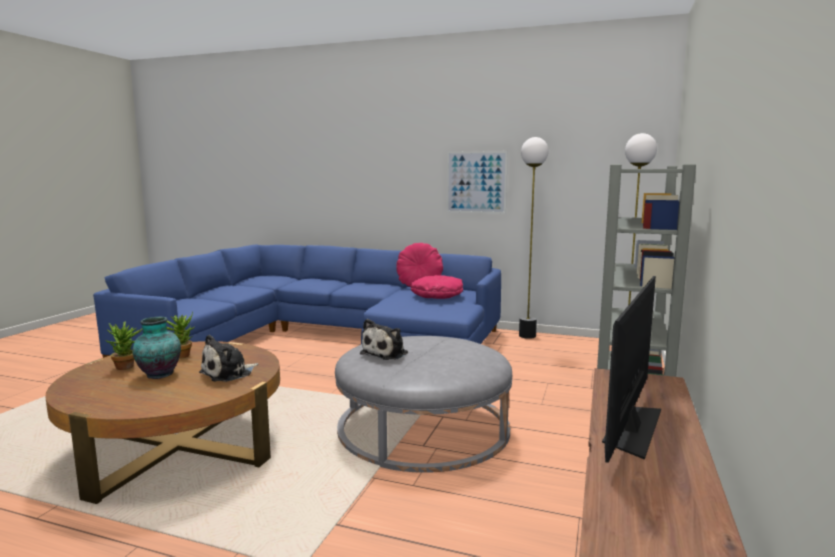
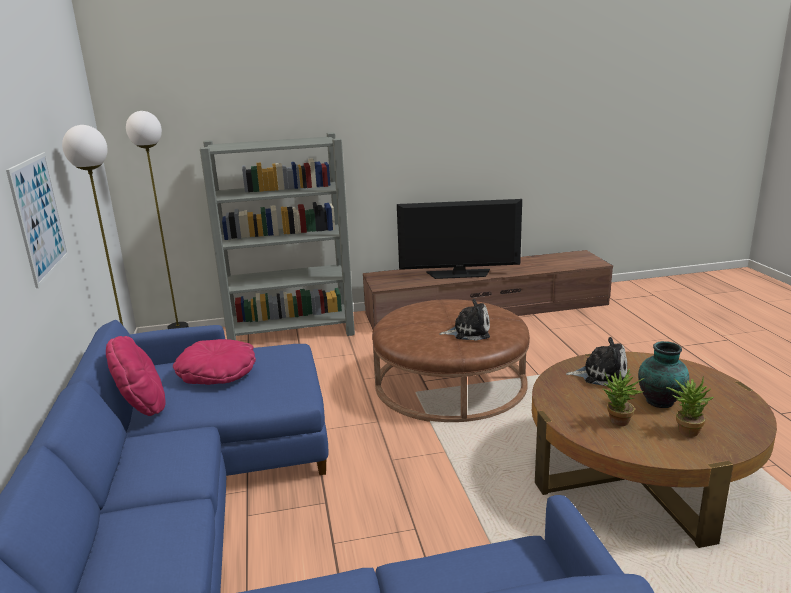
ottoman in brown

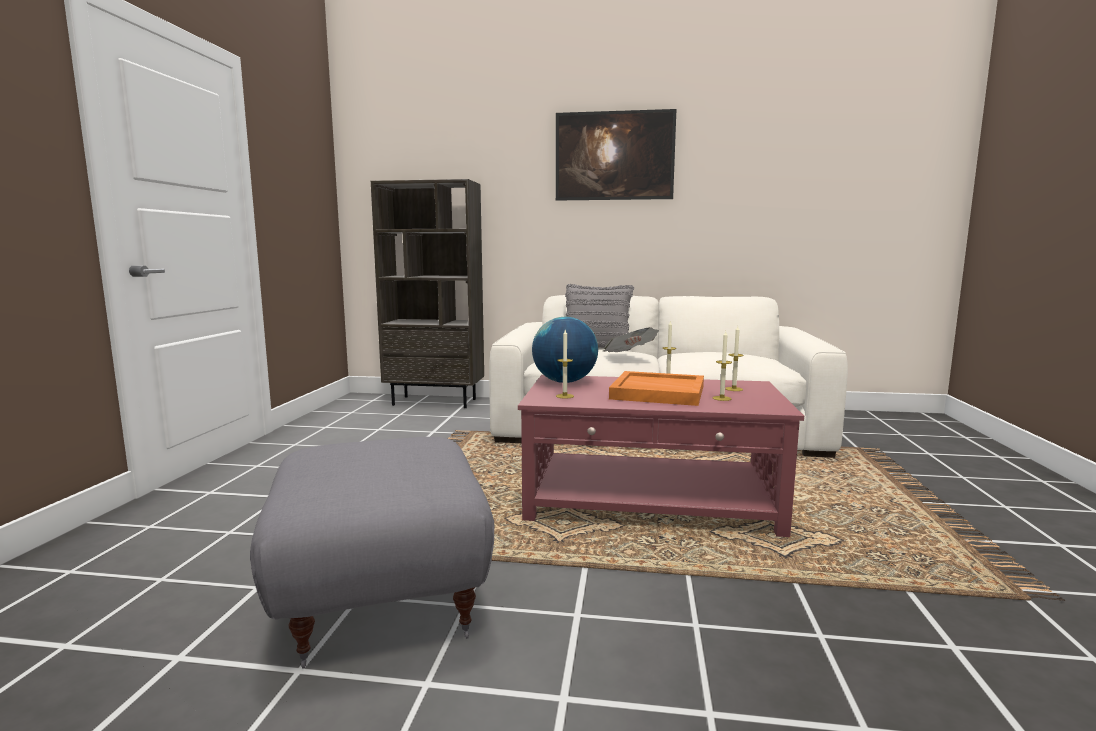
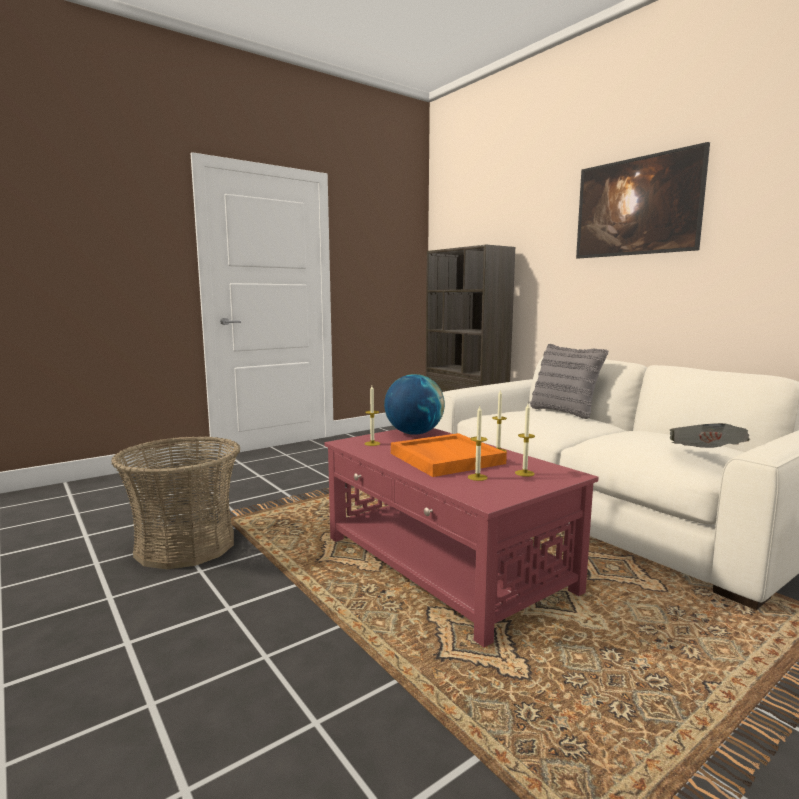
newspaper
basket

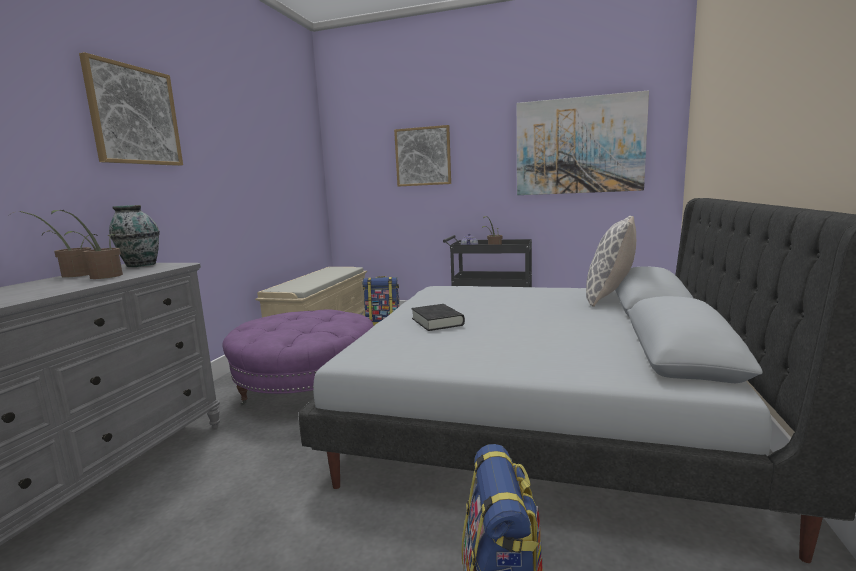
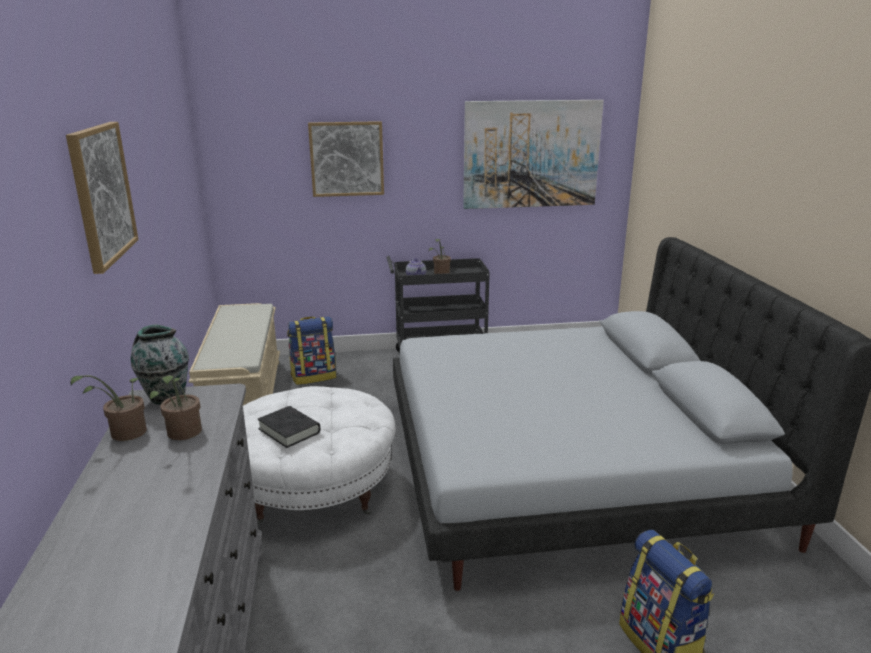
pillow
book in black
ottoman in white

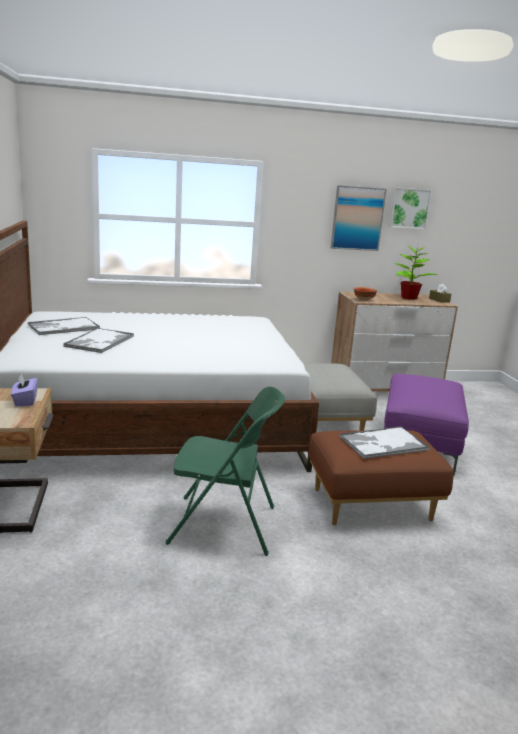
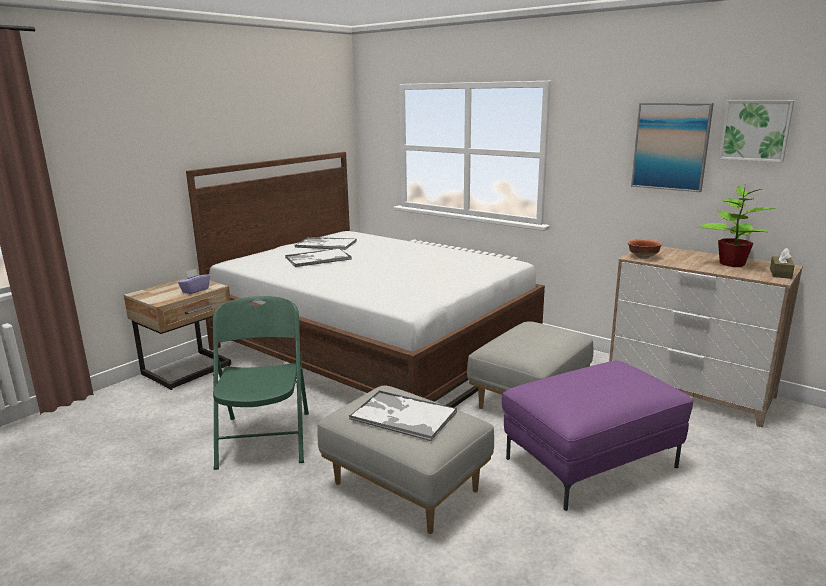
chair in green
ottoman in grey (no. 1 from left)

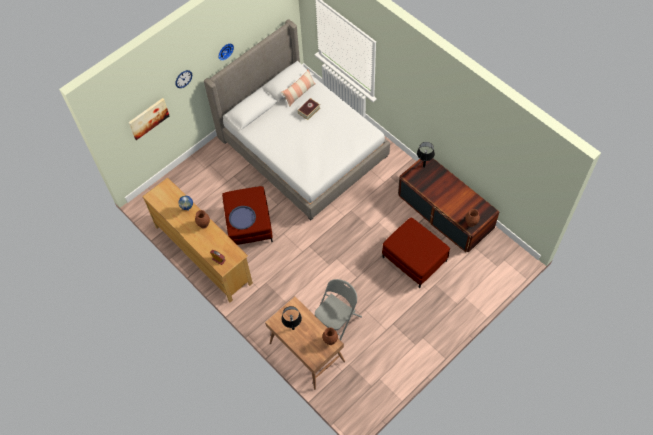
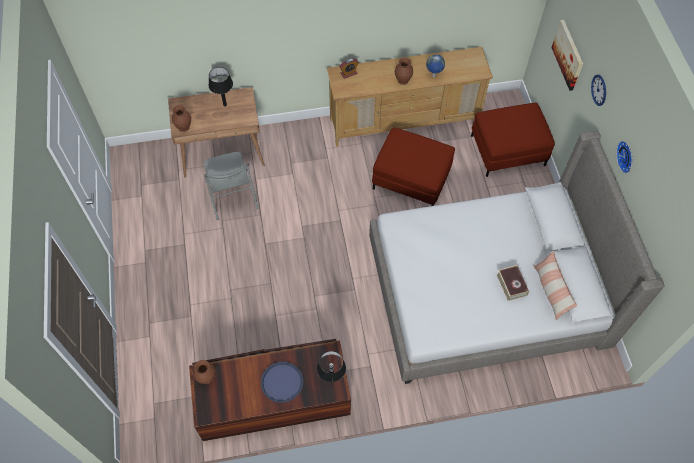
tray in blue
ottoman in red (no. 2 from left)

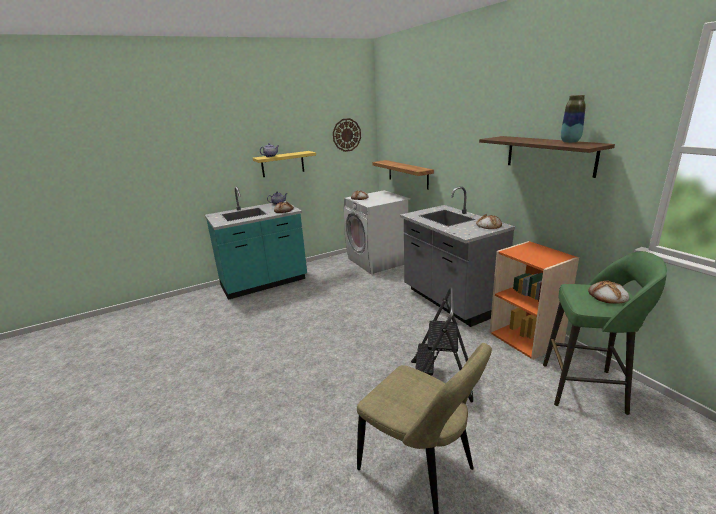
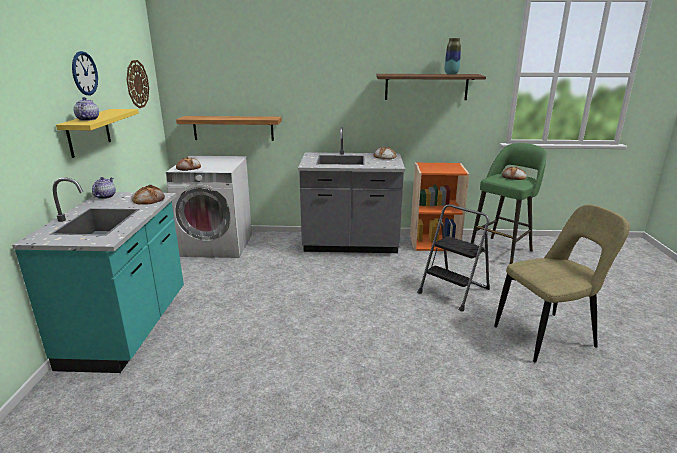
wall clock (no. 1 from left)

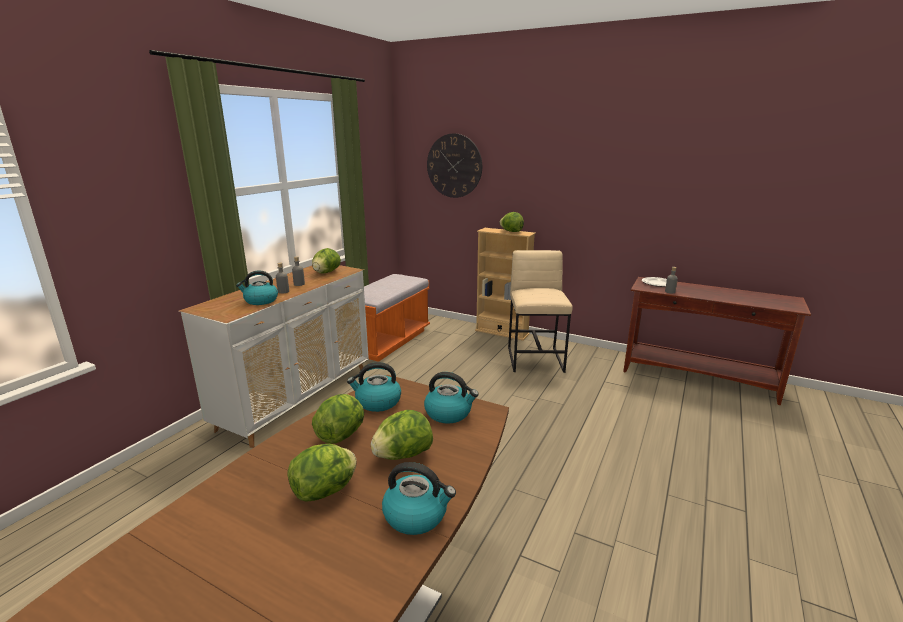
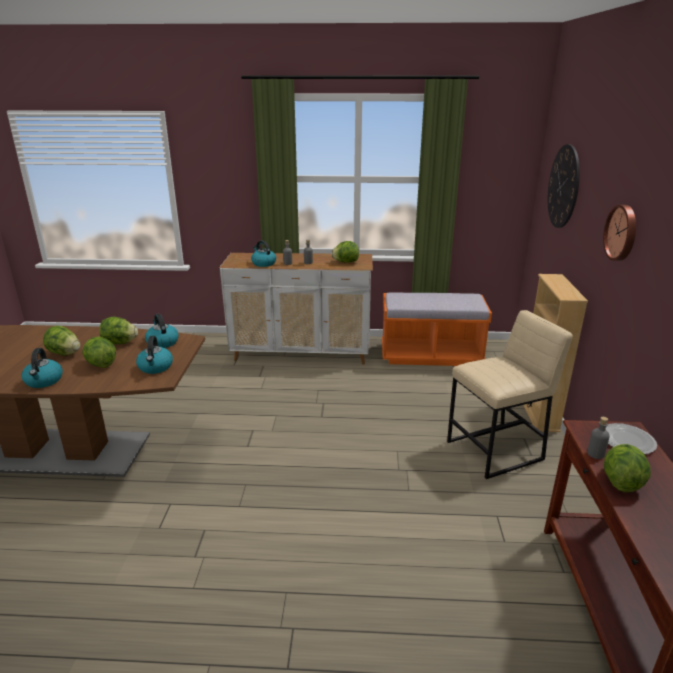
lettuce (no. 5 from left)
wall clock (no. 2 from left)

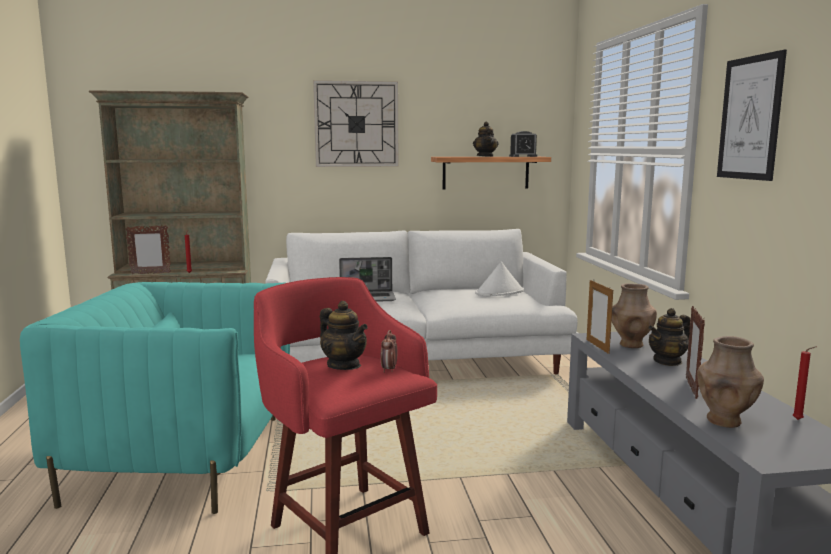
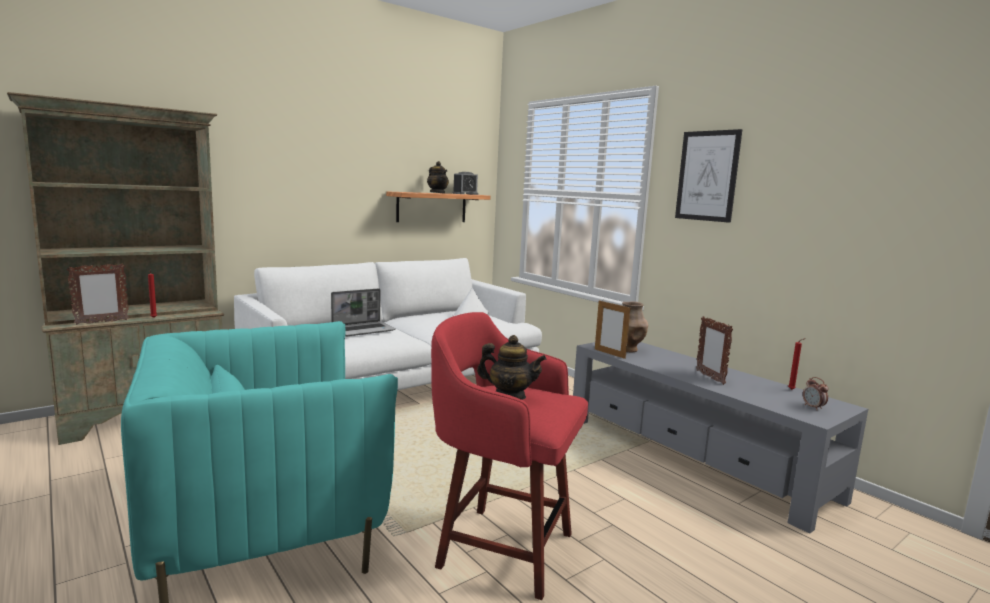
wall clock
teapot (no. 3 from left in the first image)
alarm clock (no. 2 from left)
vase in brown (no. 2 from left in the first image)

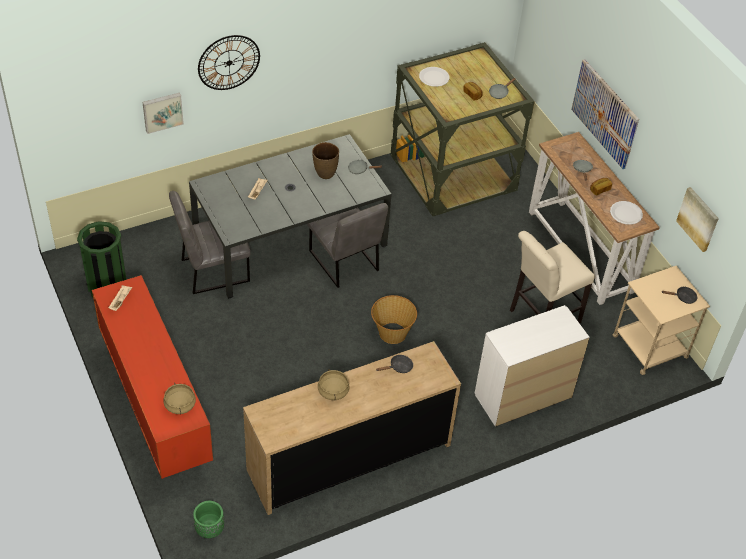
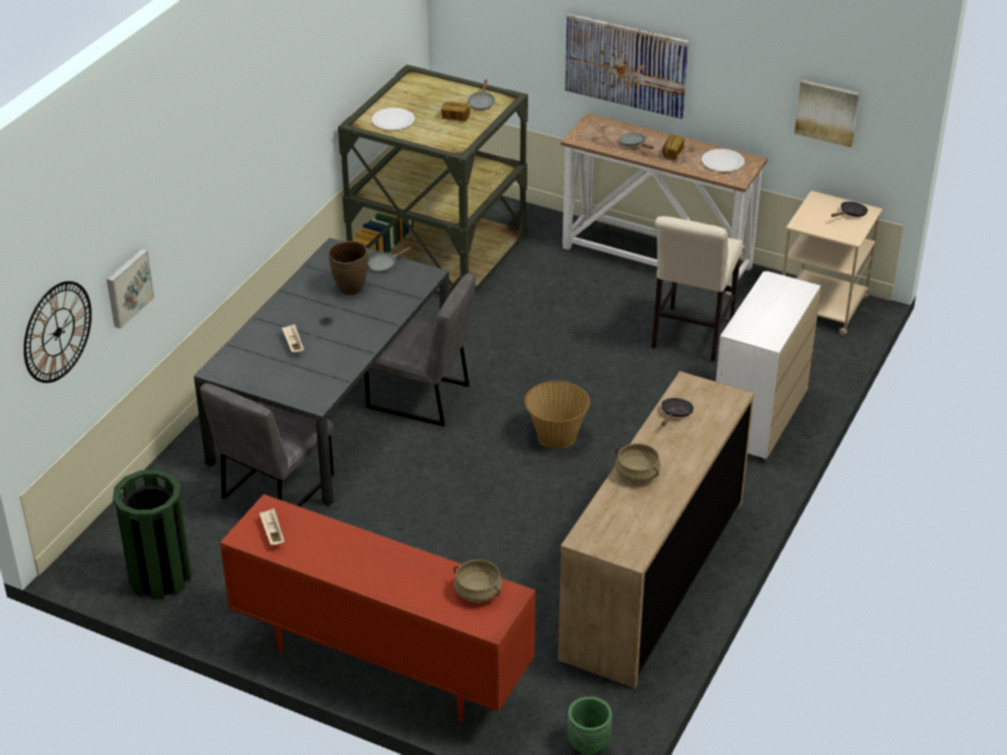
wall clock

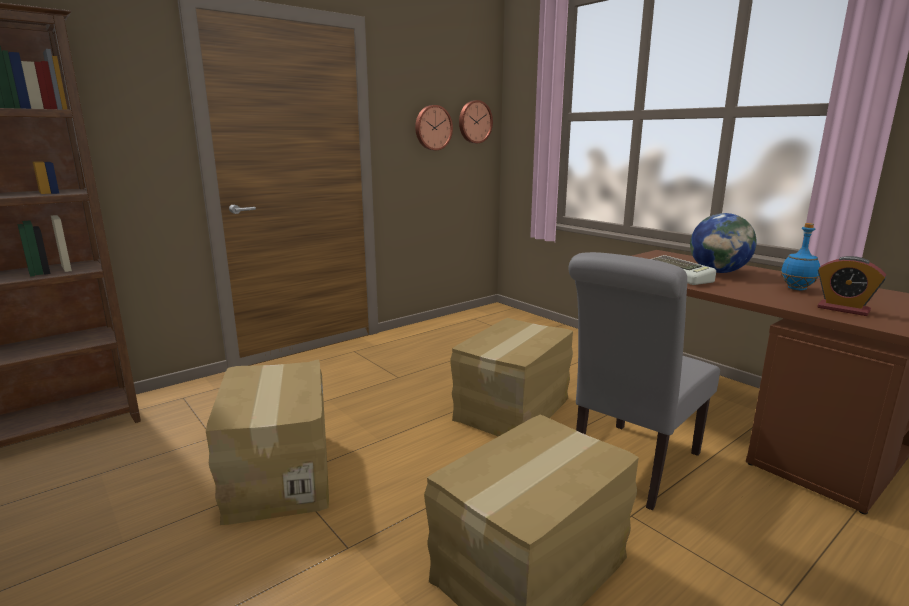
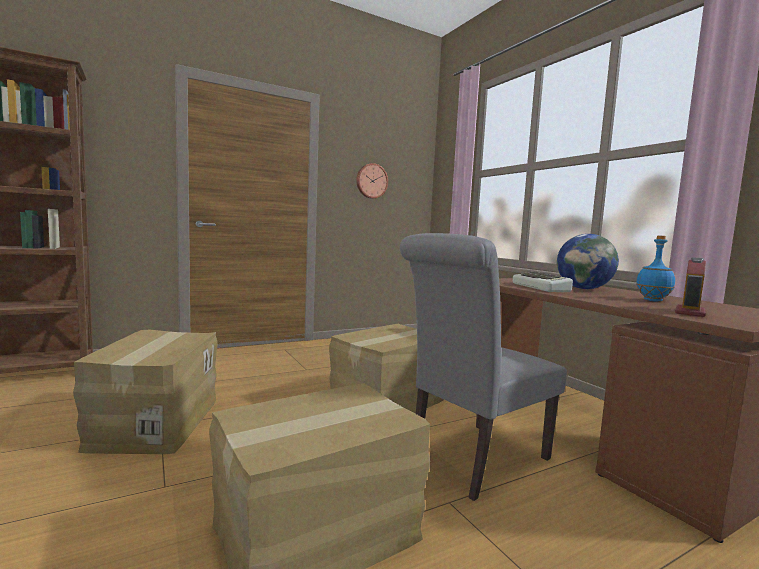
wall clock (no. 2 from left in the first image)
alarm clock

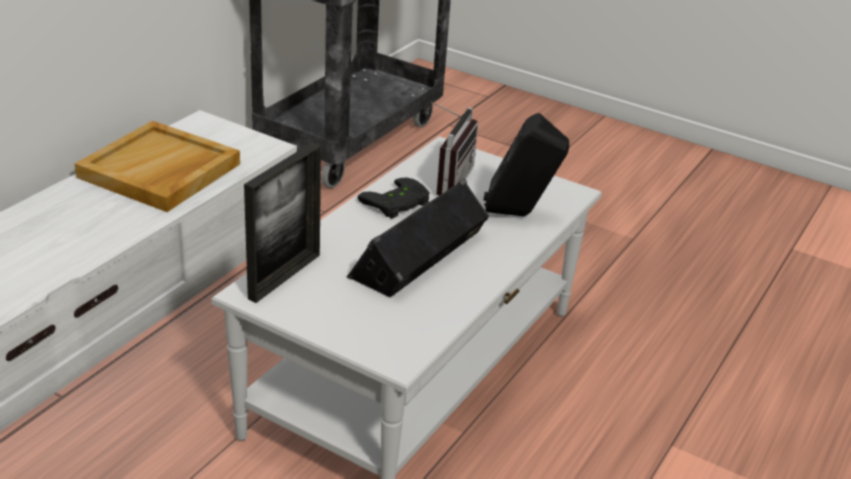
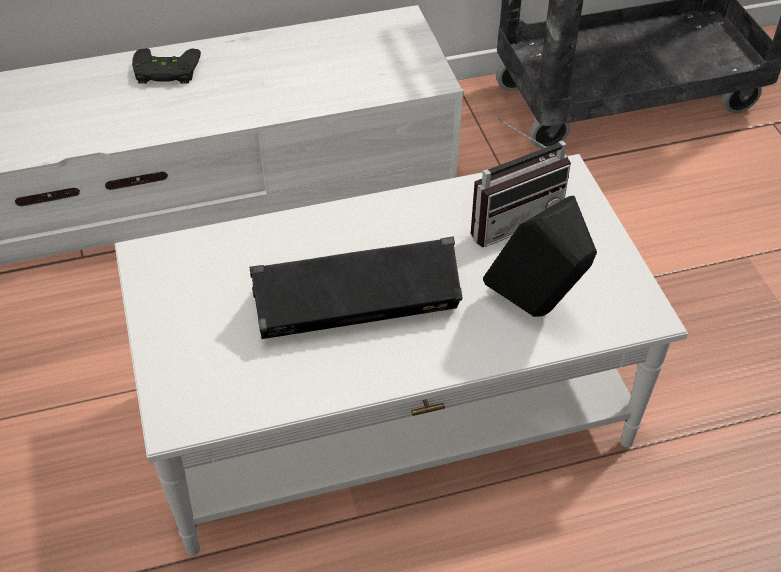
tray in beige
picture frame
game controller in black

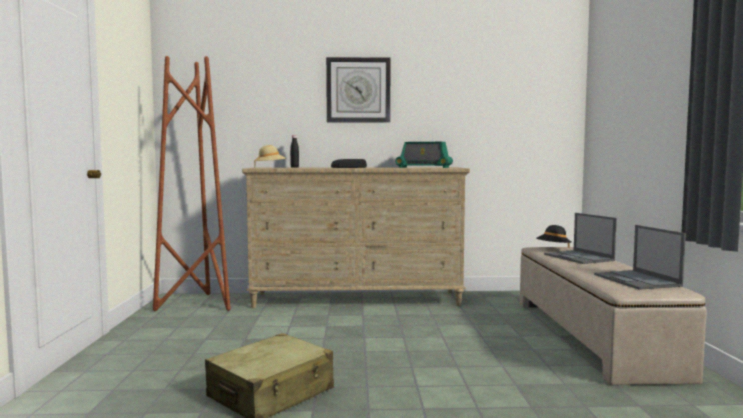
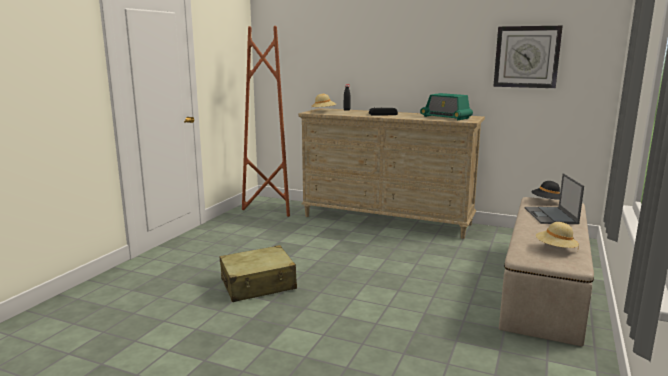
wall clock
hat in beige (no. 2 from left)

